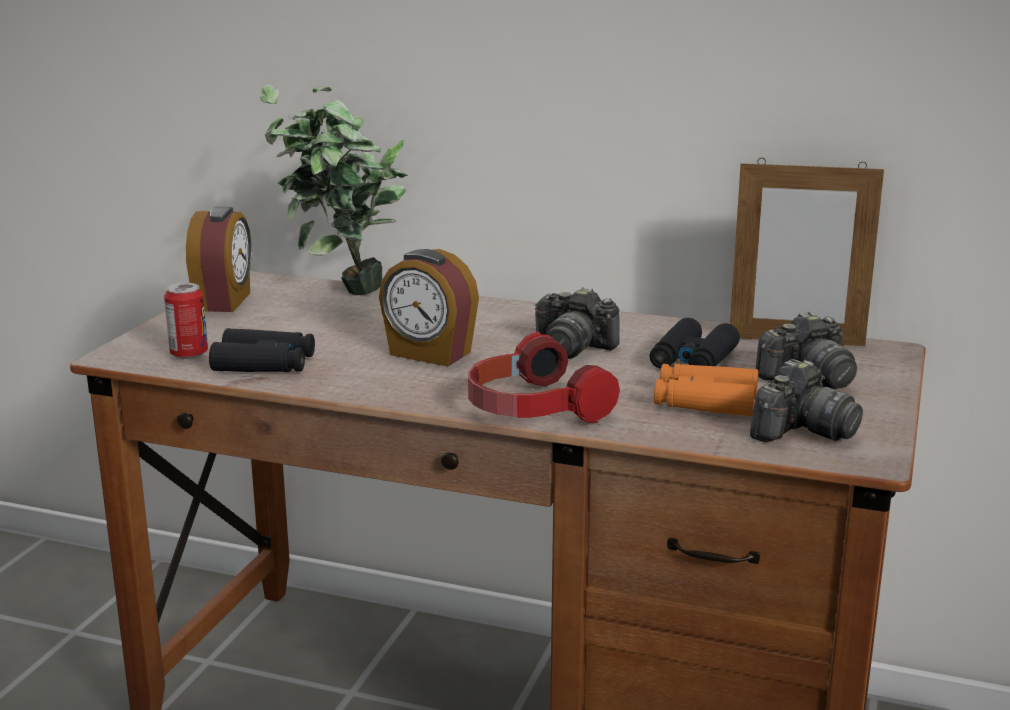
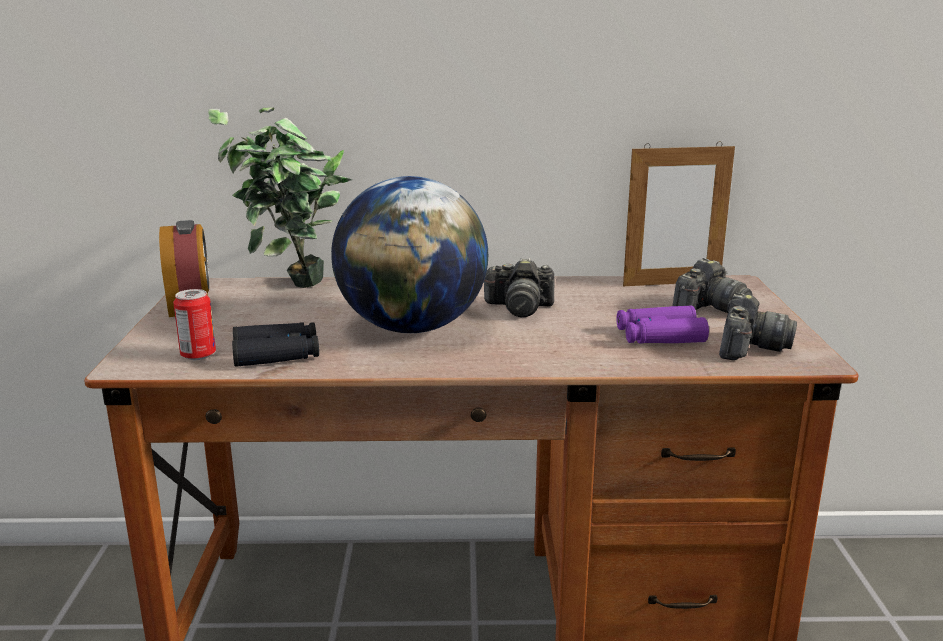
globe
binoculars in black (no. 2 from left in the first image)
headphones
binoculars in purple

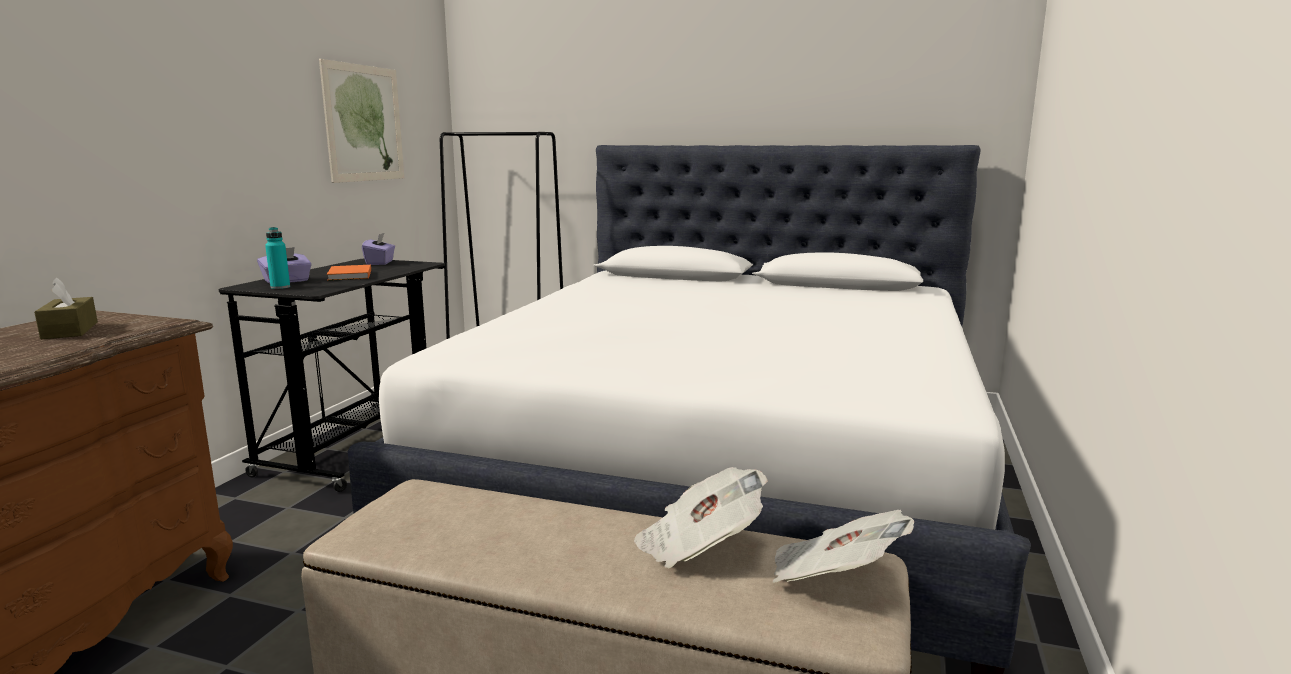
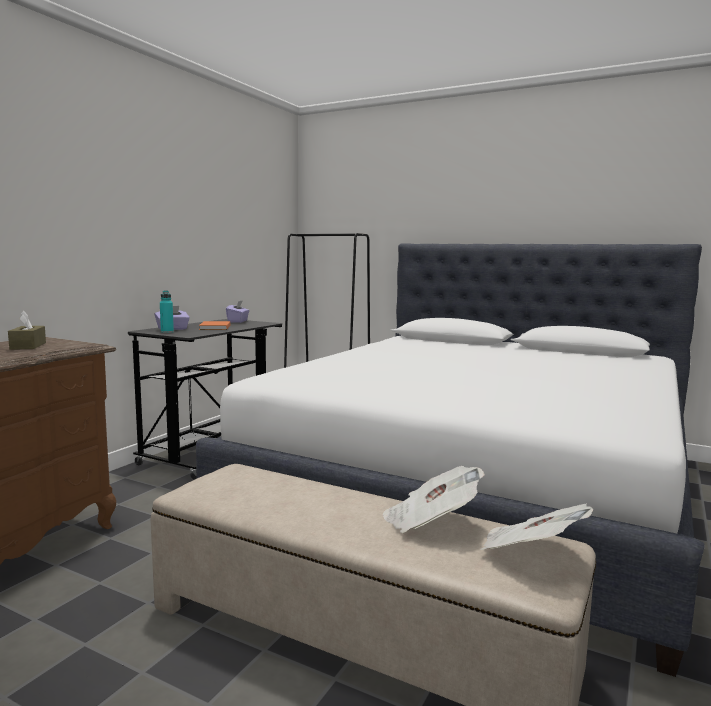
picture

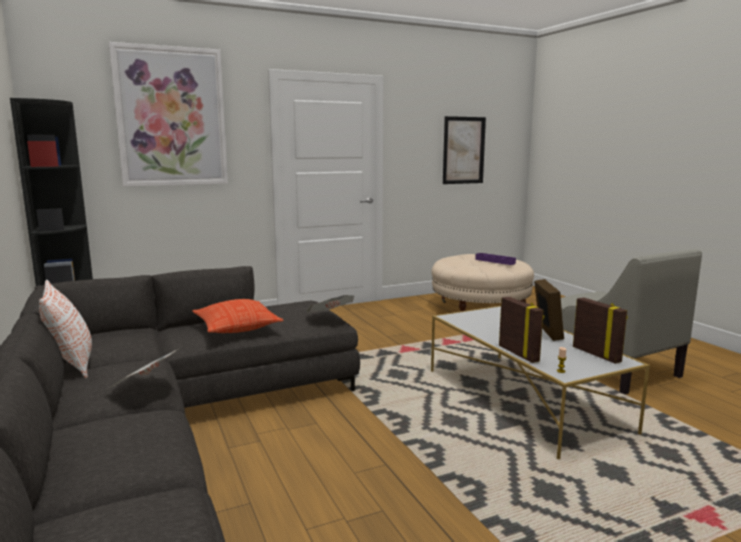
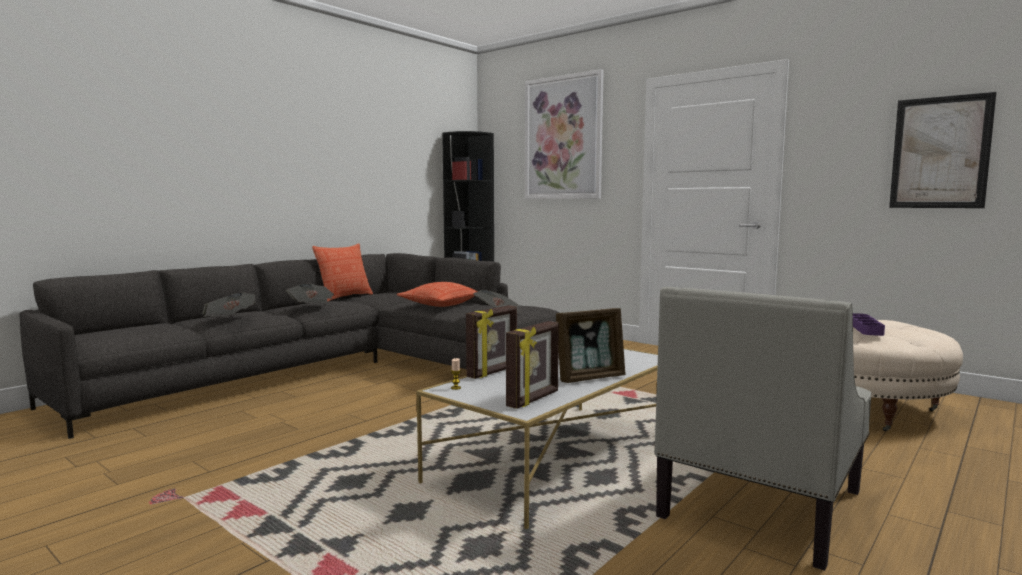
pillow in orange (no. 1 from left)
newspaper (no. 1 from left)

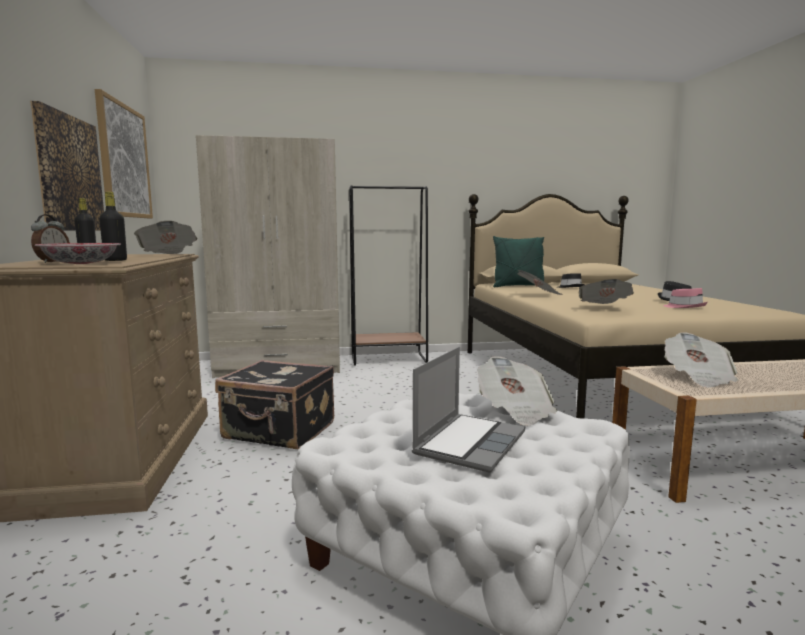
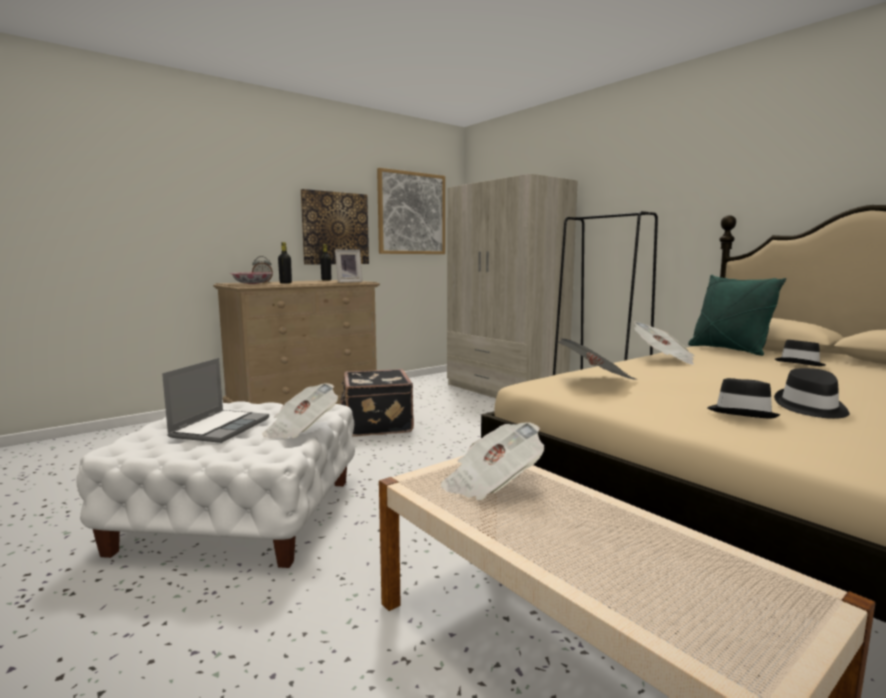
picture frame
hat in black (no. 1 from left)
laptop

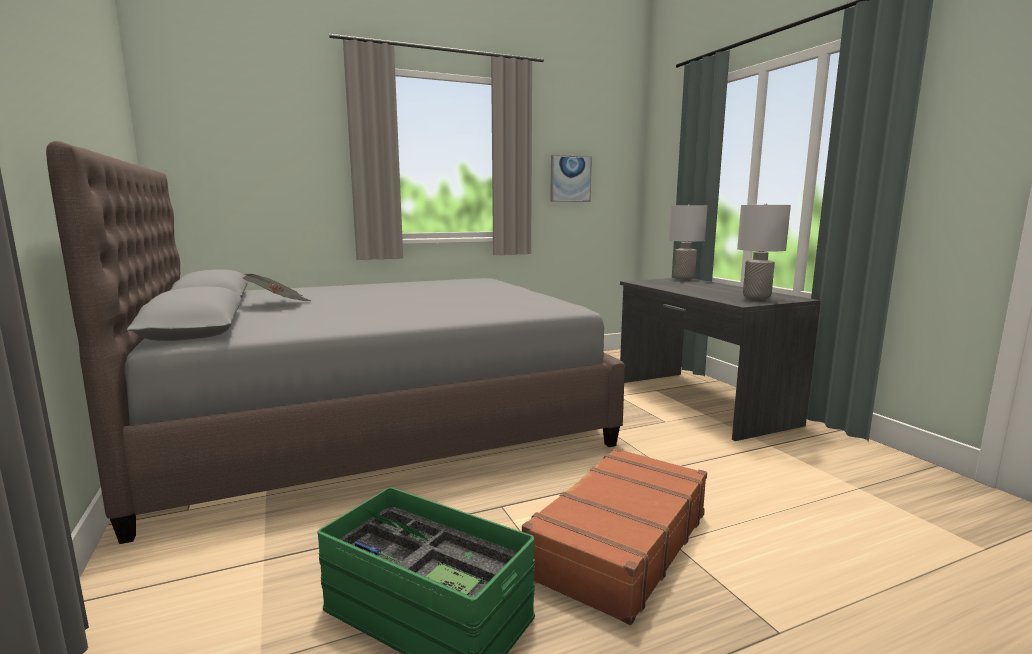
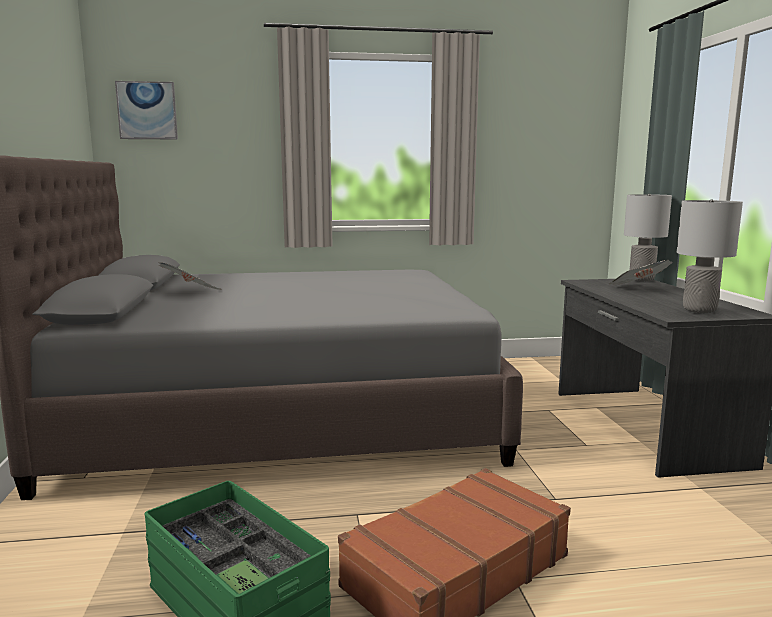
picture
newspaper (no. 2 from left)

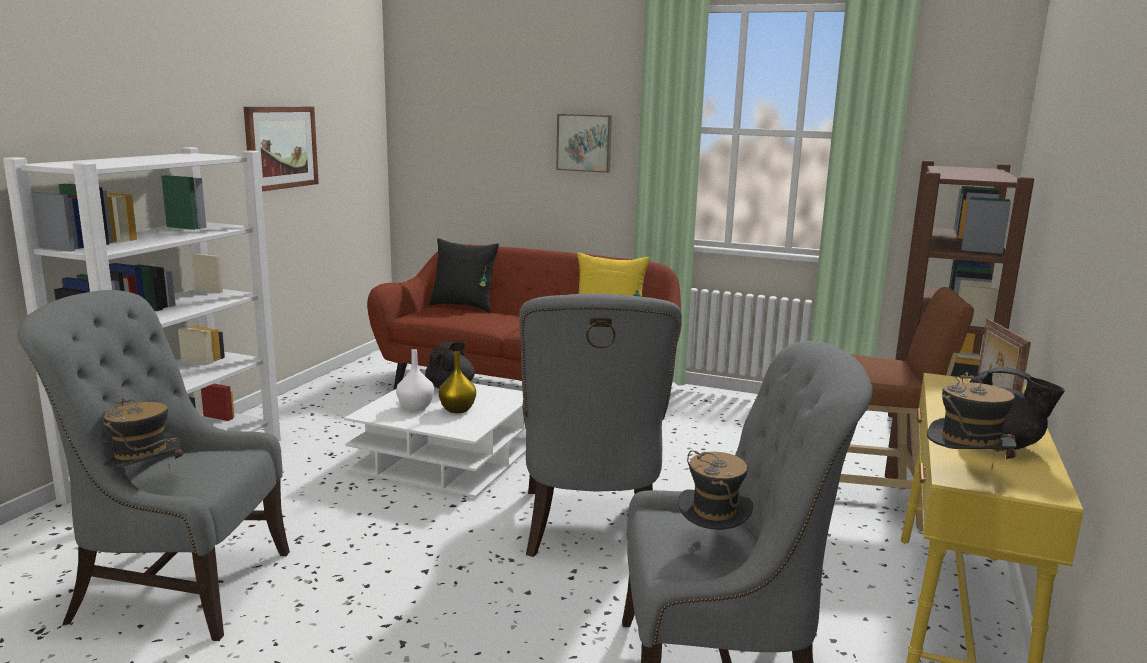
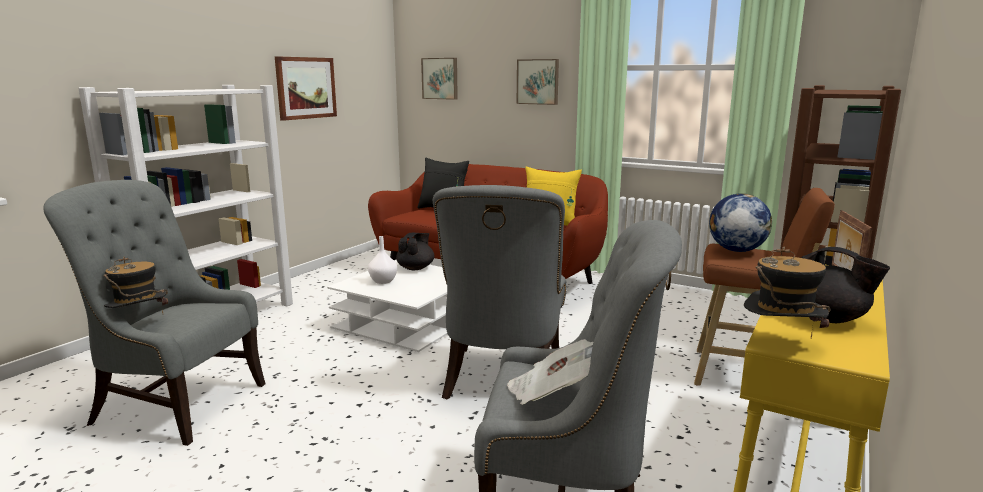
vase in yellow
newspaper
picture (no. 2 from left)
globe

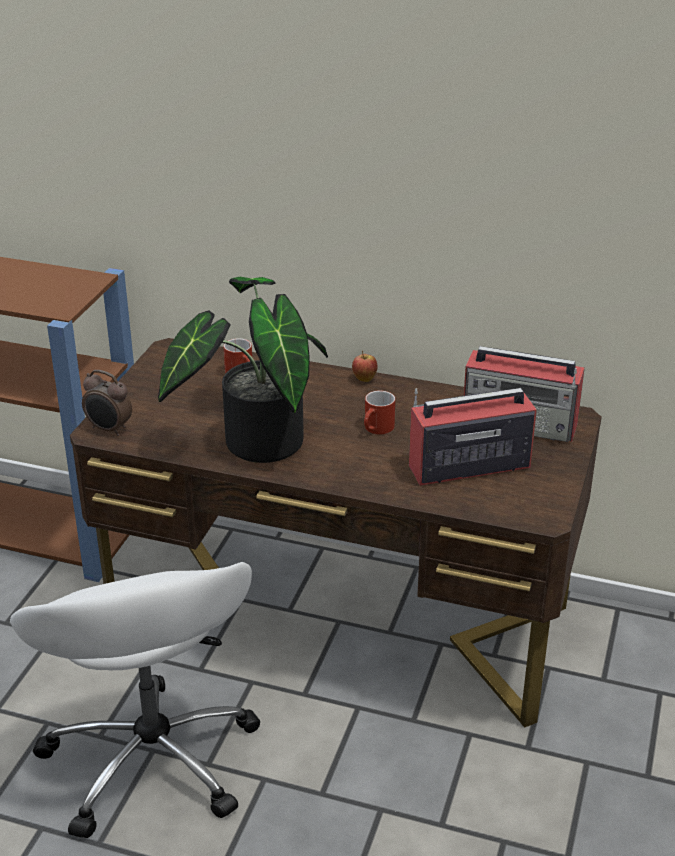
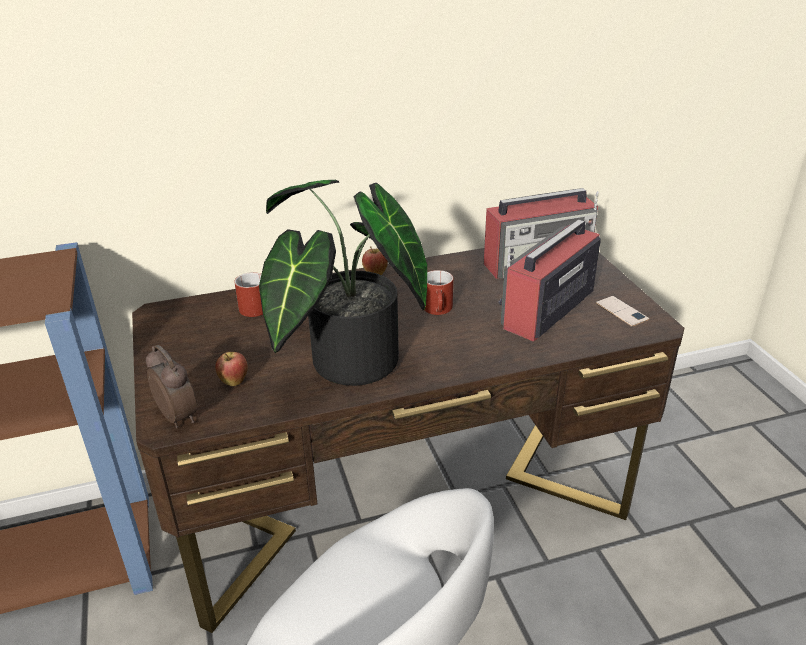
alarm clock
phone
apple (no. 1 from left)

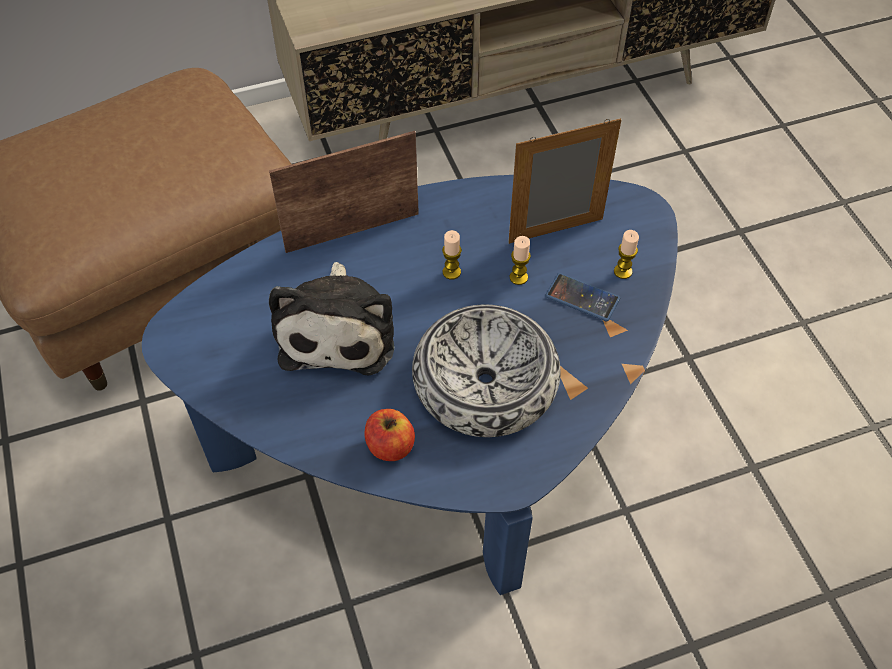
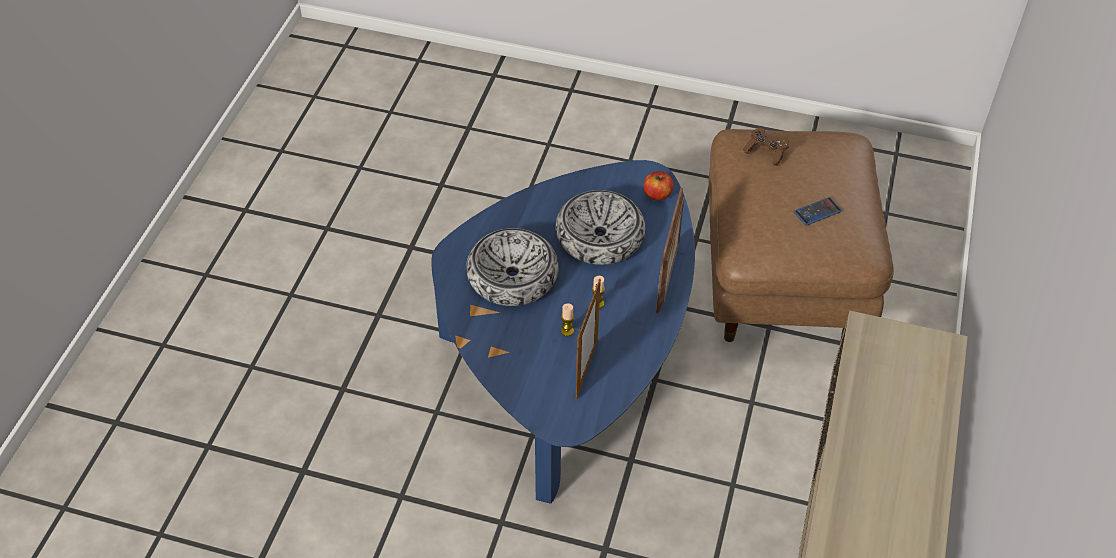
candle (no. 3 from left in the first image)
bowl (no. 2 from left)
phone
apple
game controller in brown

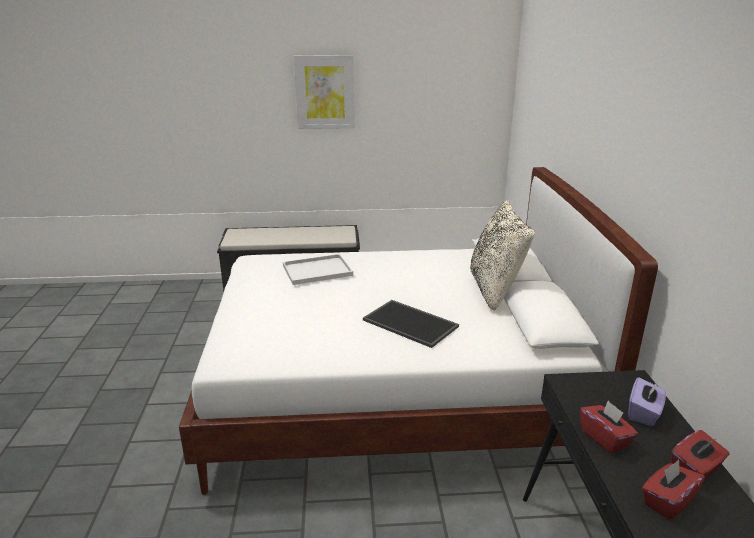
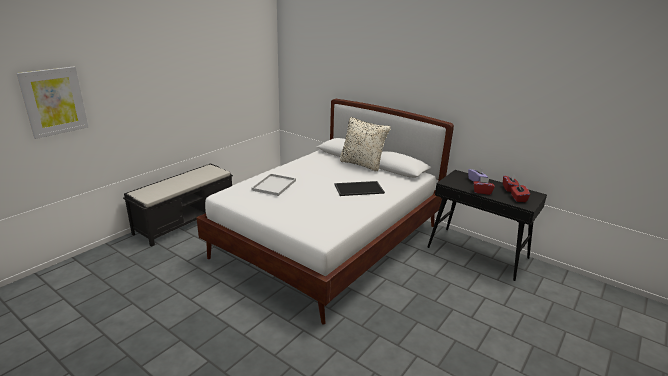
picture

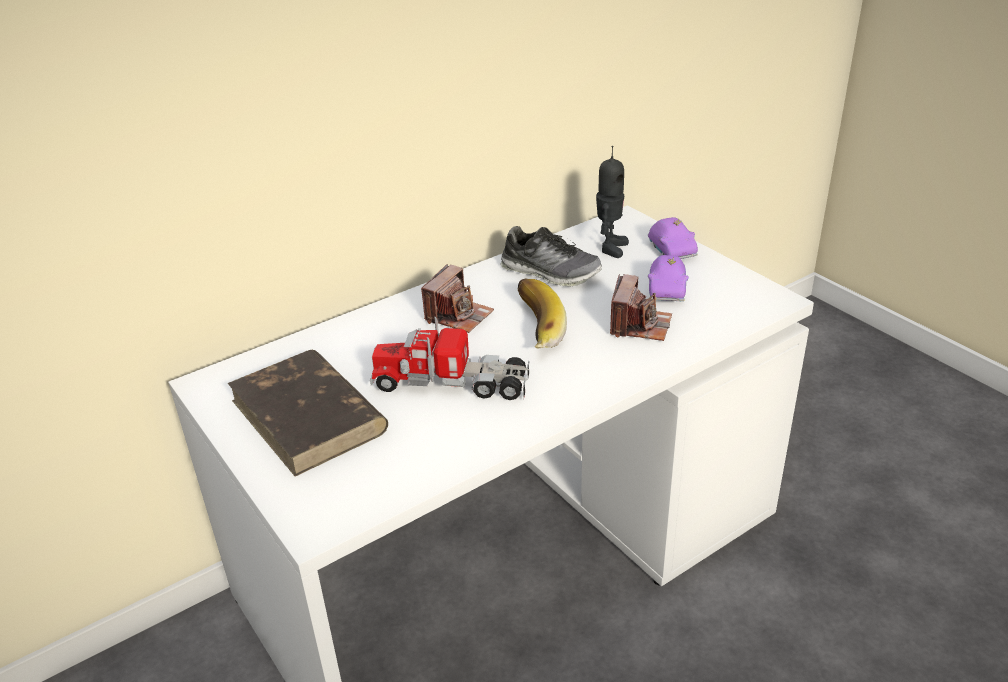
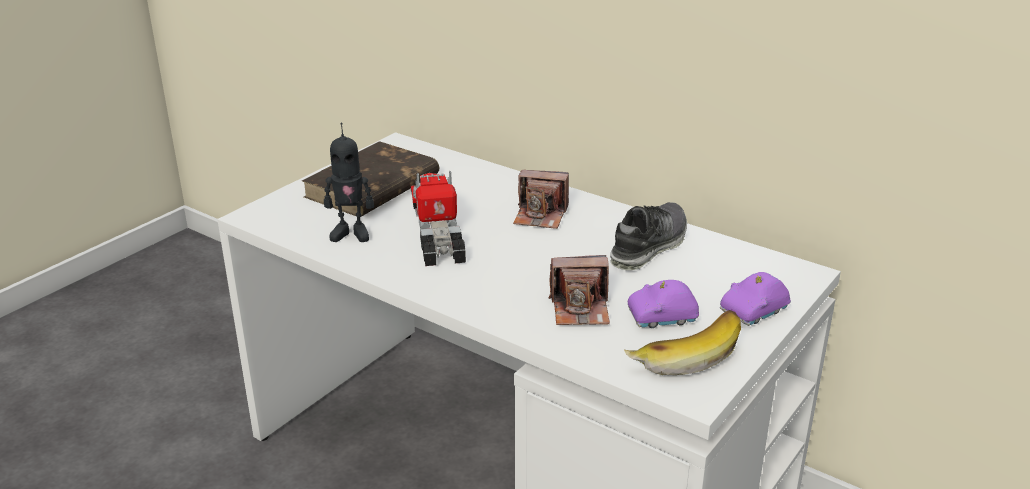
toy robot
shoe
banana

